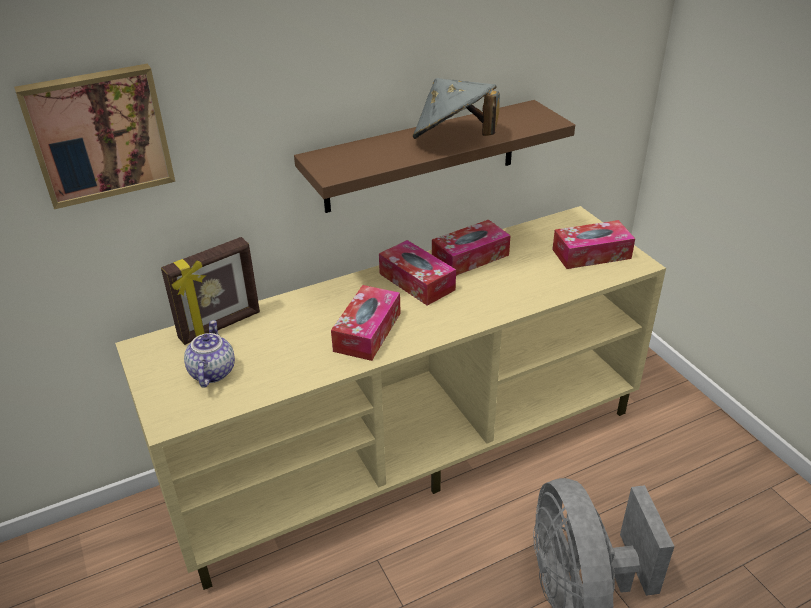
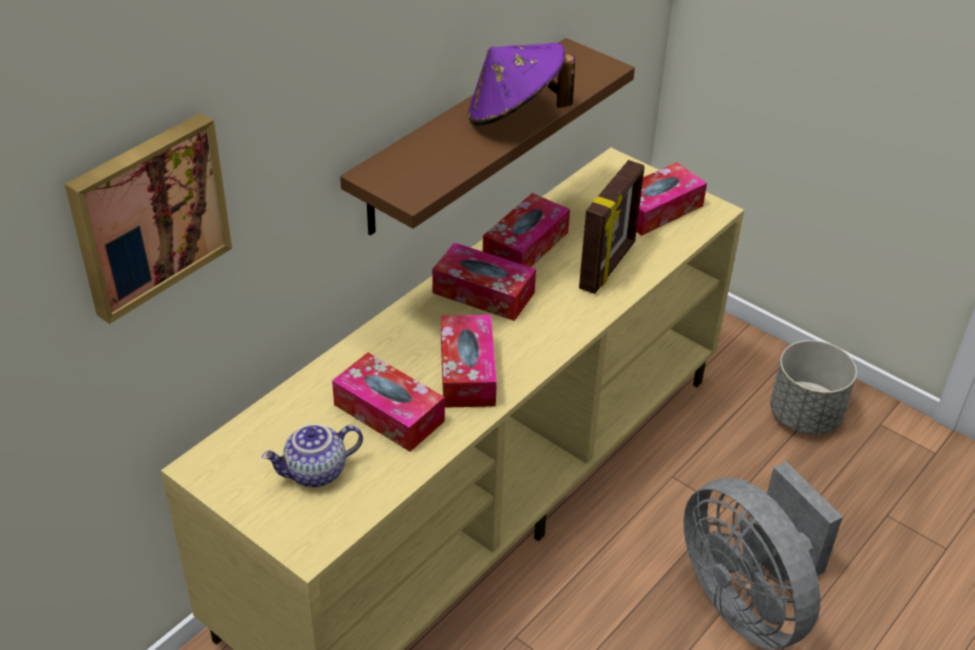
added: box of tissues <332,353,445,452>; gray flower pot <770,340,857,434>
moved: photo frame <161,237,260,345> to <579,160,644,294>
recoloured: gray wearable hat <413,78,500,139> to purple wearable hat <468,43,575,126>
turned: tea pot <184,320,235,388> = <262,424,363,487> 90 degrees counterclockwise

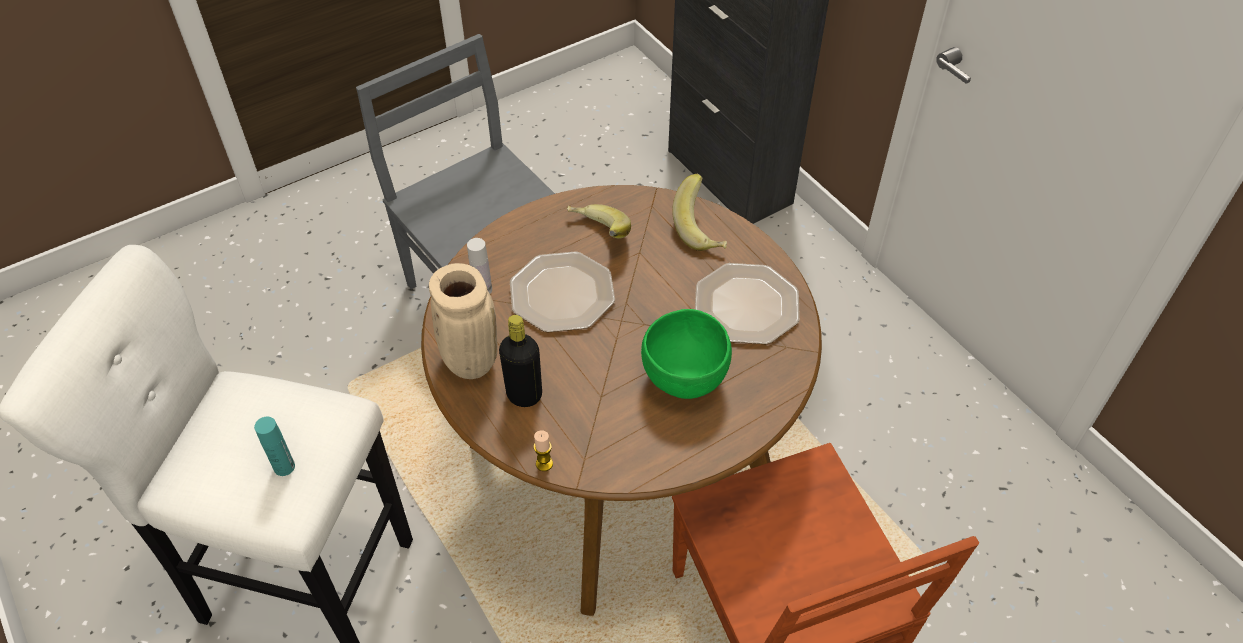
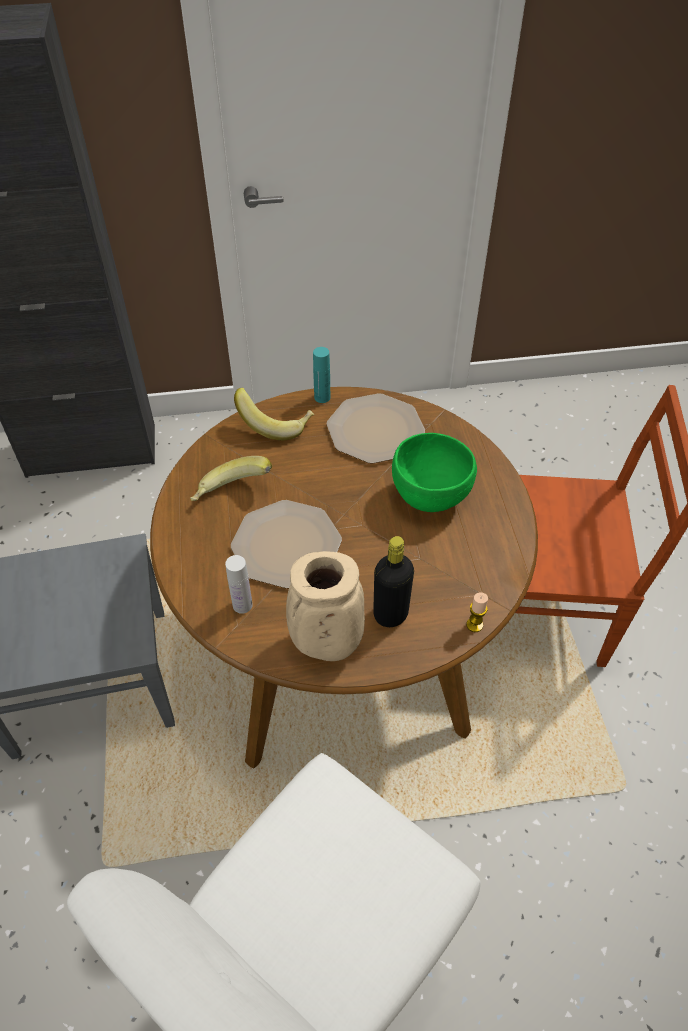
moved: blue-green drink bottle <254,417,295,476> to <313,347,330,403>

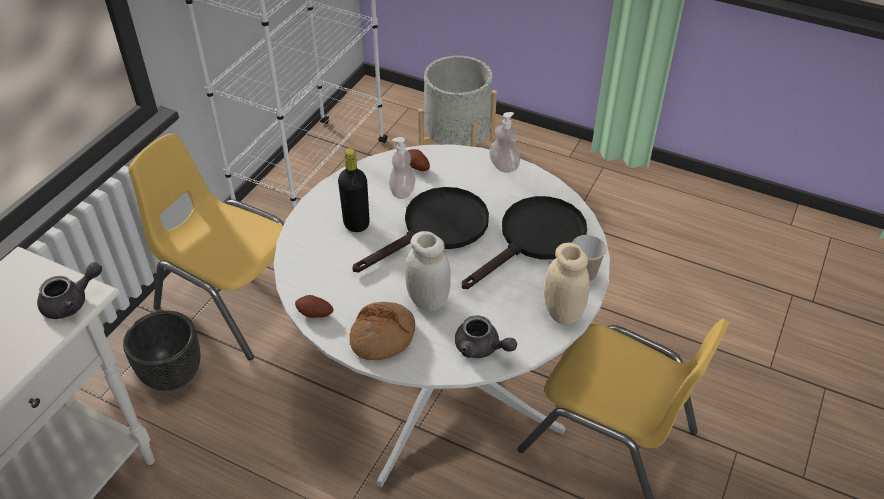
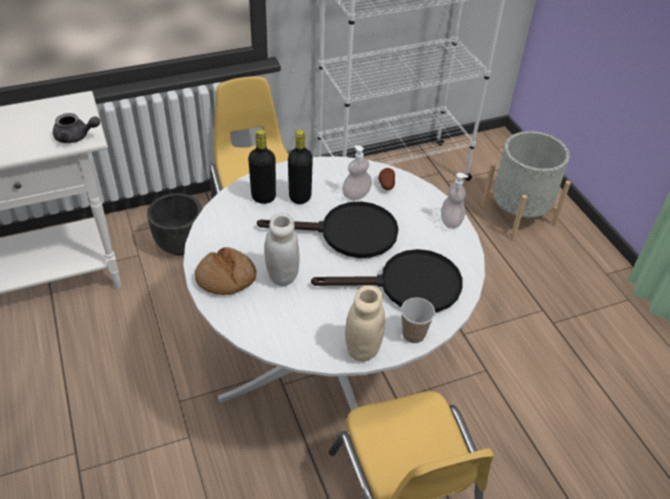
removed: potato <295,295,334,318>; gray tea pot <455,315,517,358>
added: blackish drink bottle <248,129,276,204>

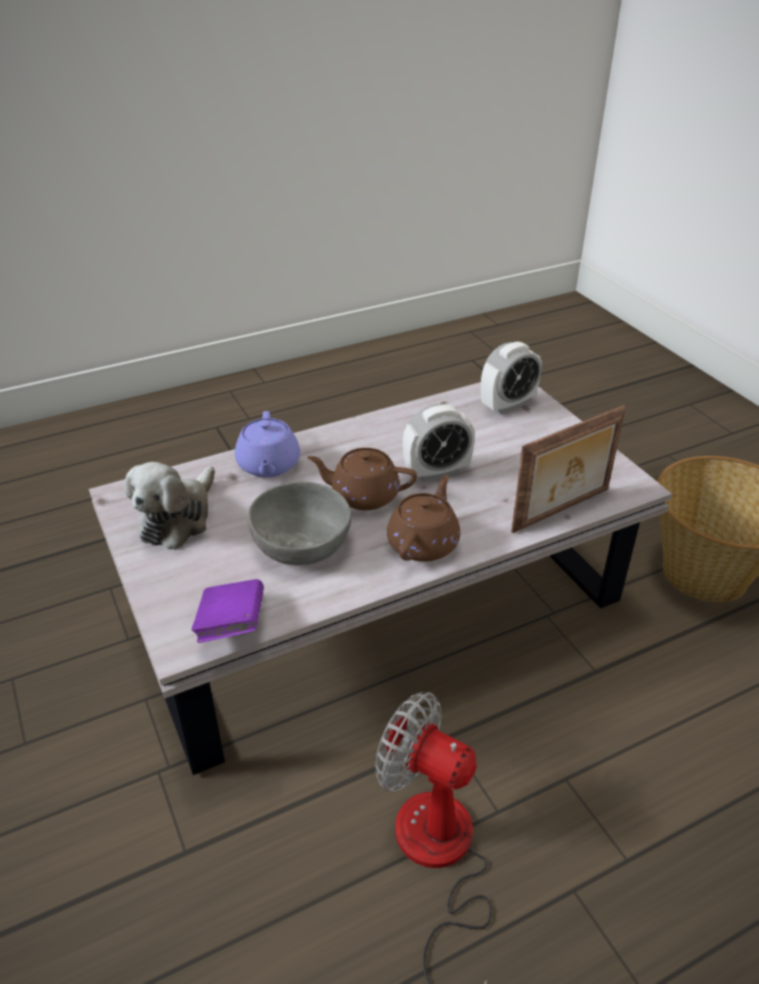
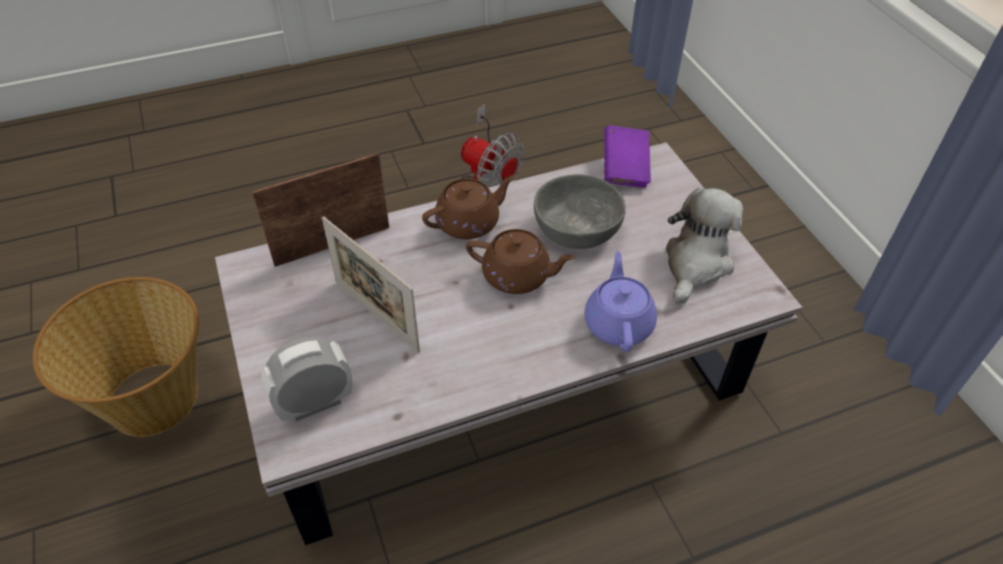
removed: alarm clock <403,404,475,482>
added: photo frame <322,216,420,353>
turned: brownish tea pot <387,475,460,562> = <422,175,515,239> 150 degrees counterclockwise

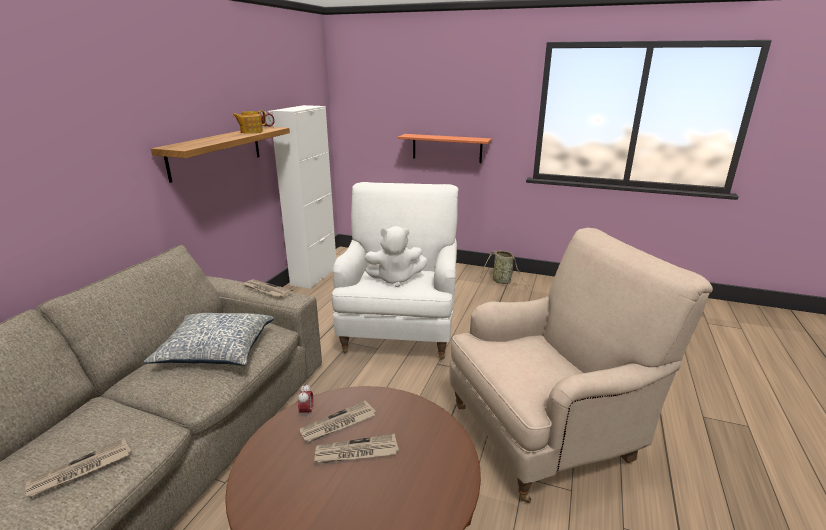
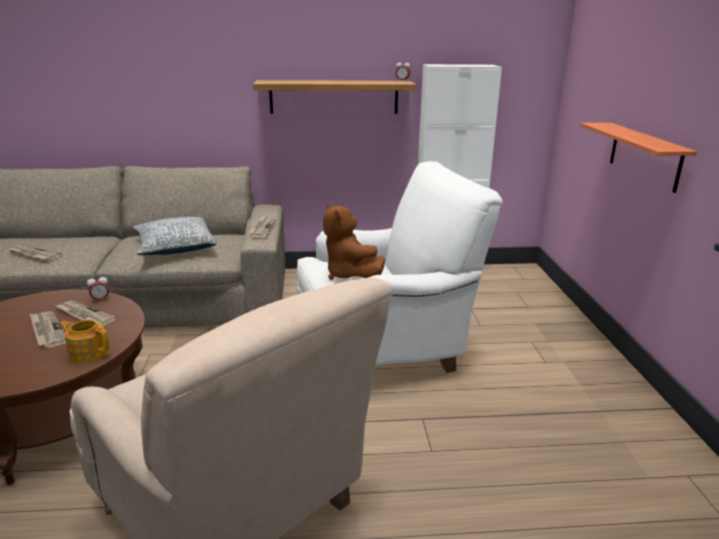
removed: basket <481,251,529,286>
moved: tea pot <232,111,266,134> to <59,320,110,363>
recoloured: white-coloured cuddly toy <365,226,427,287> to brownish cuddly toy <323,203,385,280>

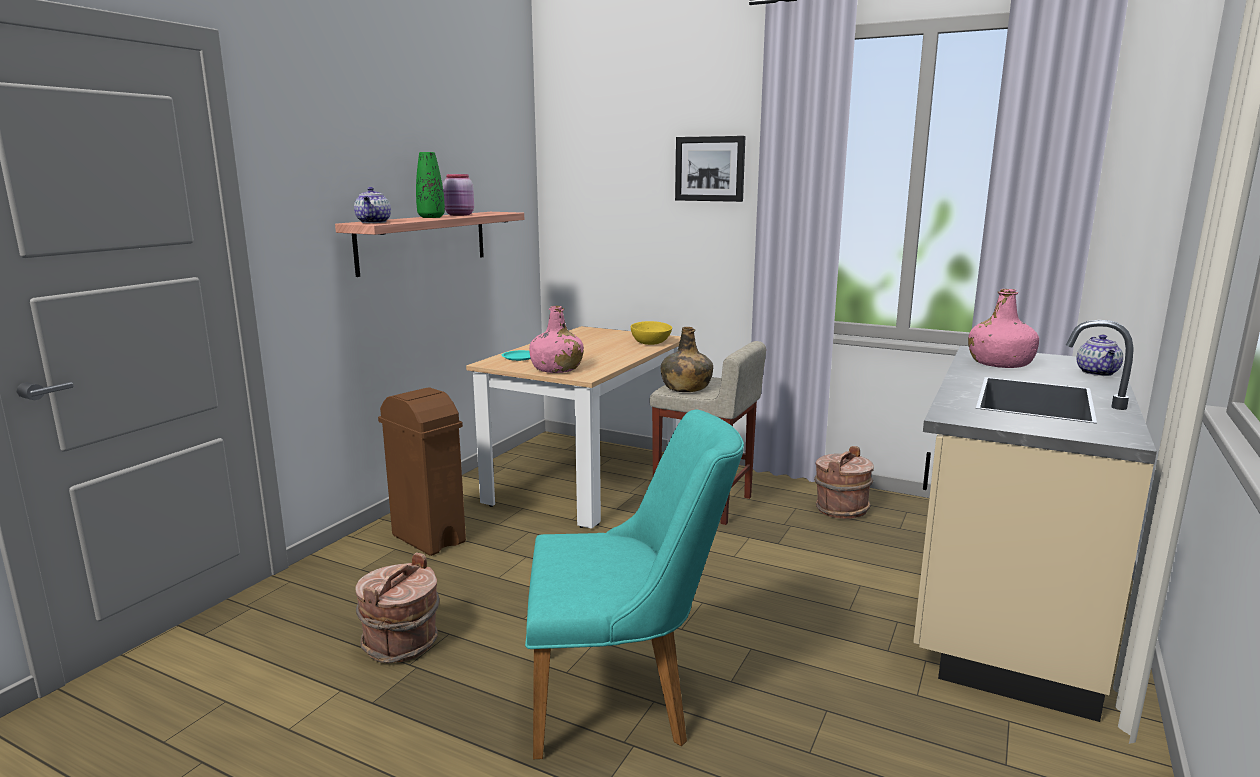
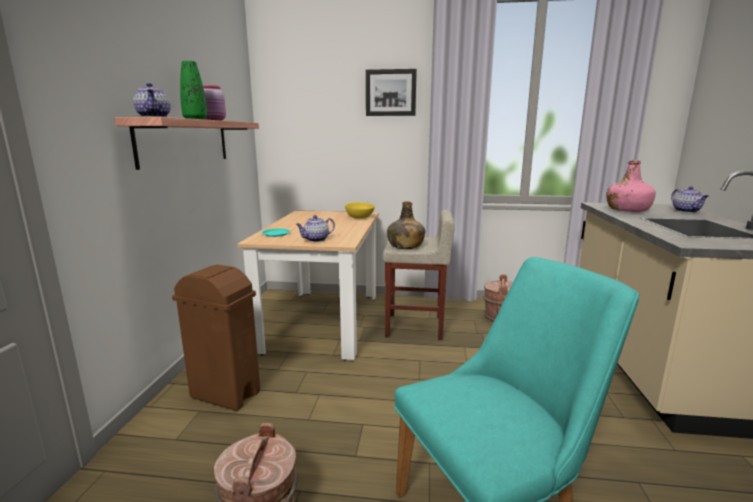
replaced: pink drink bottle <529,306,584,373> to tea pot <296,215,335,242>

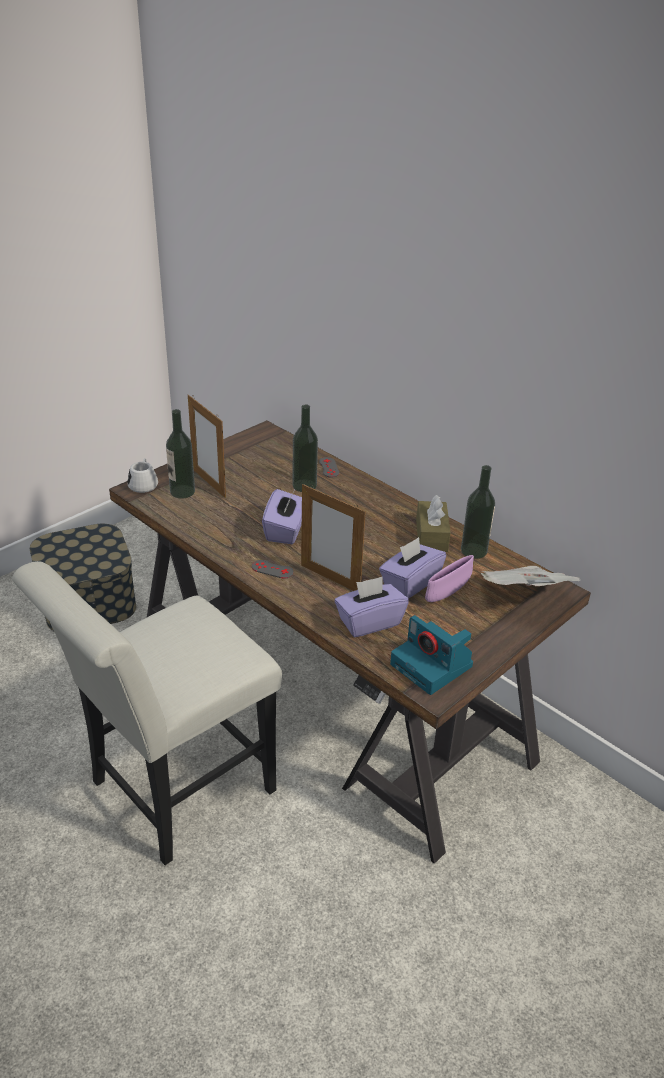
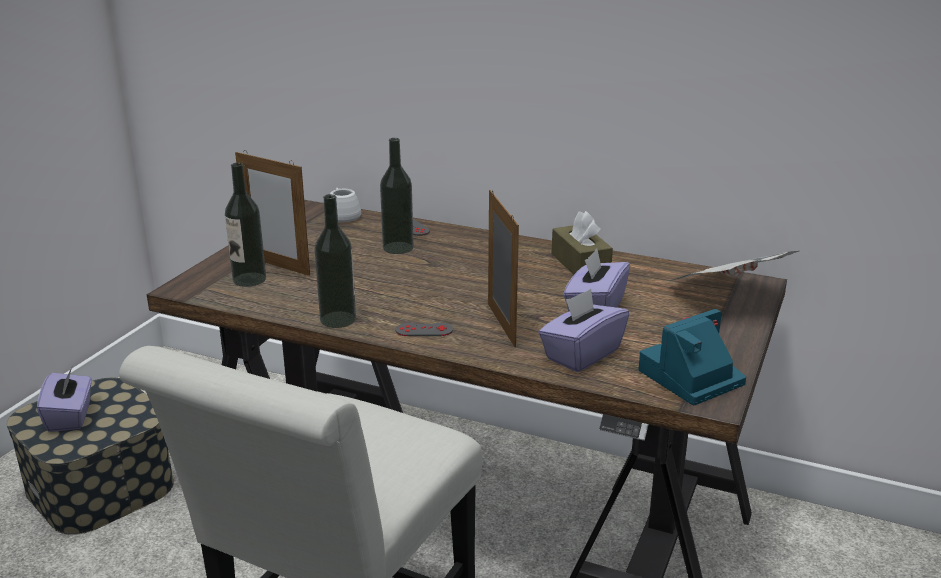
removed: purple serving bowl <425,555,474,602>
moved: purple box of tissues <262,489,302,544> to <37,367,92,432>; drink bottle <461,465,495,559> to <315,194,356,328>; white-coloured mug <128,458,158,493> to <330,188,361,222>
turned: photo frame <301,484,366,591> = <488,190,519,347> 120 degrees counterclockwise; still camera <390,615,473,695> = <638,309,746,405> 120 degrees clockwise

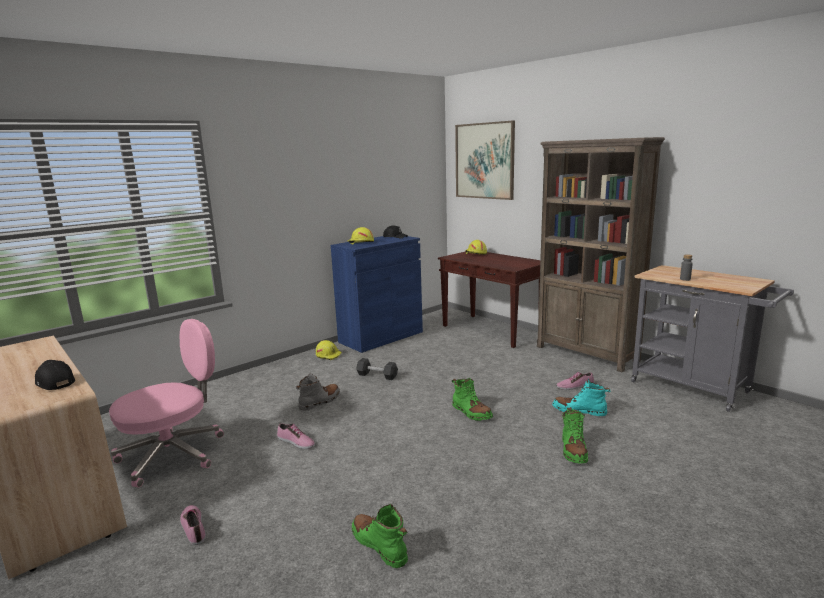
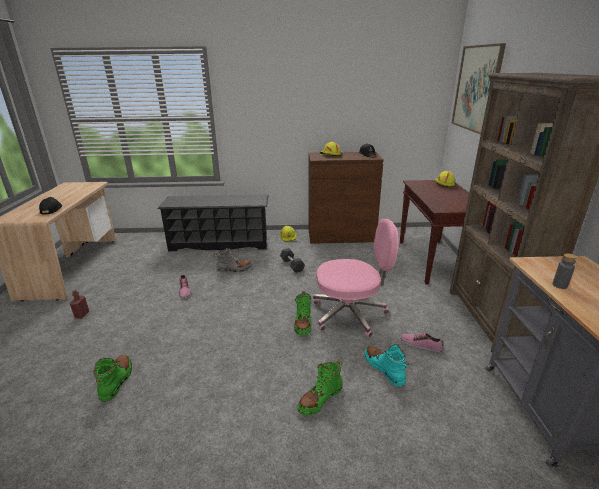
added: blackish shoe shelf <157,194,269,252>
moved: pink desk chair <109,319,224,487> to <313,219,399,337>
replaced: low shoe <180,505,206,545> to red-coloured drink bottle <70,290,89,319>
recoloured: blue-coloured cabinet <331,236,423,353> to brownish cabinet <309,152,384,244>

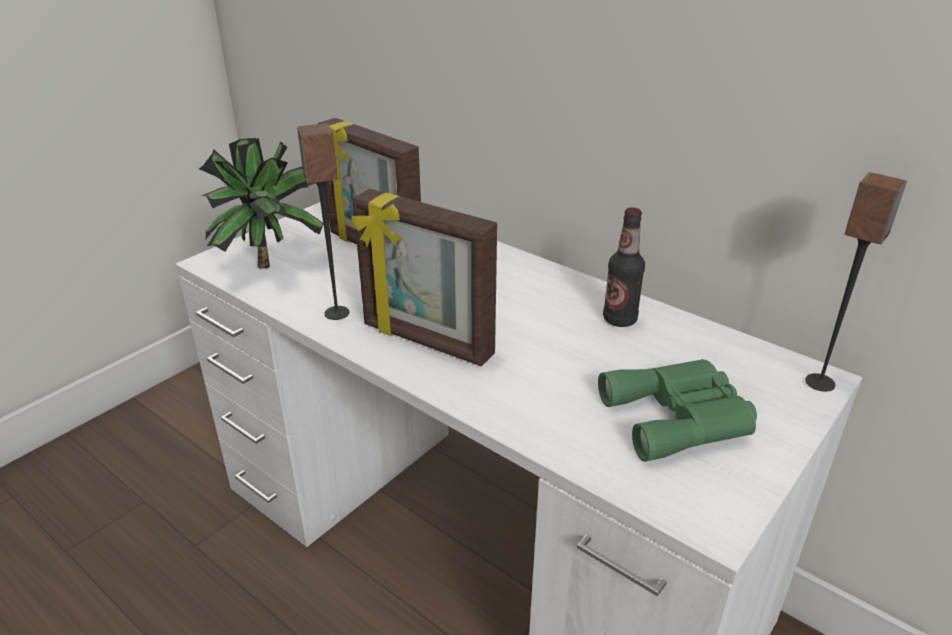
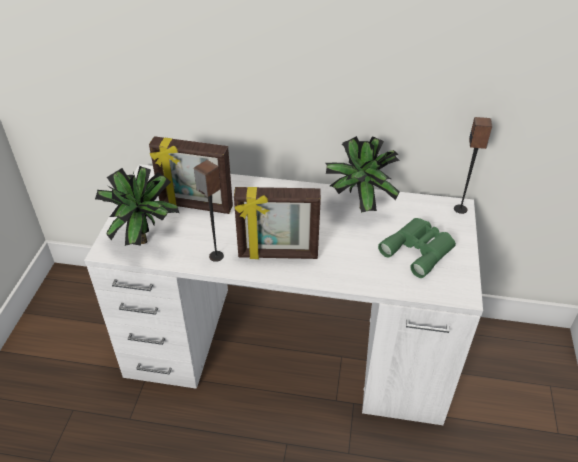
replaced: drink bottle <603,207,645,327> to houseplant <326,136,400,213>

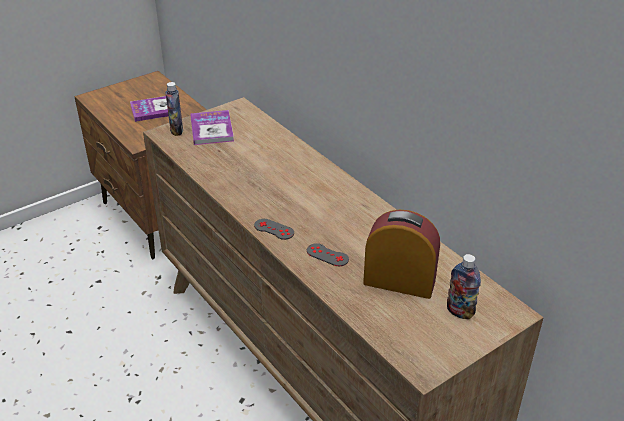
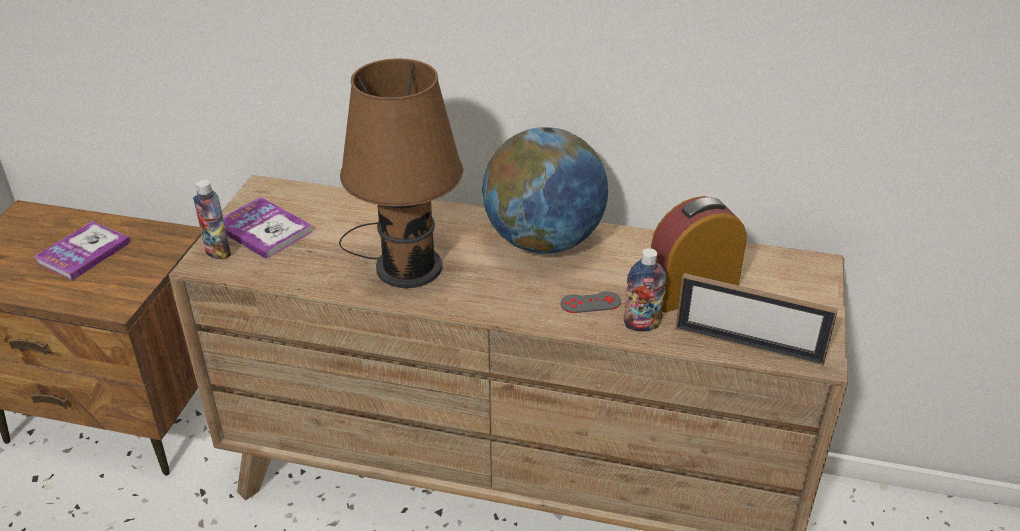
removed: gray joypad <254,219,294,240>
added: brownish lamp for a table <339,59,463,288>; globe <482,127,608,254>; photo frame <675,273,838,366>
moved: drink bottle <447,254,481,320> to <623,248,667,332>

